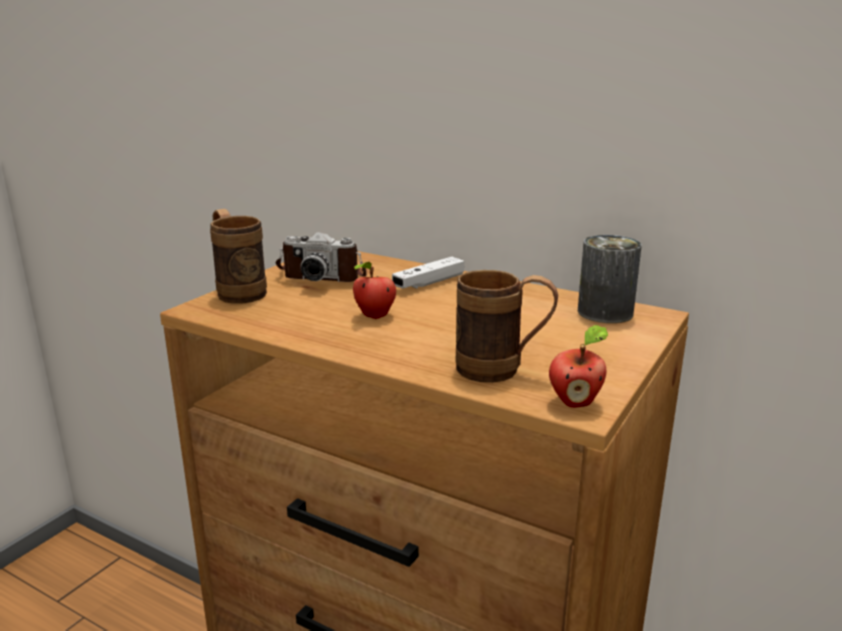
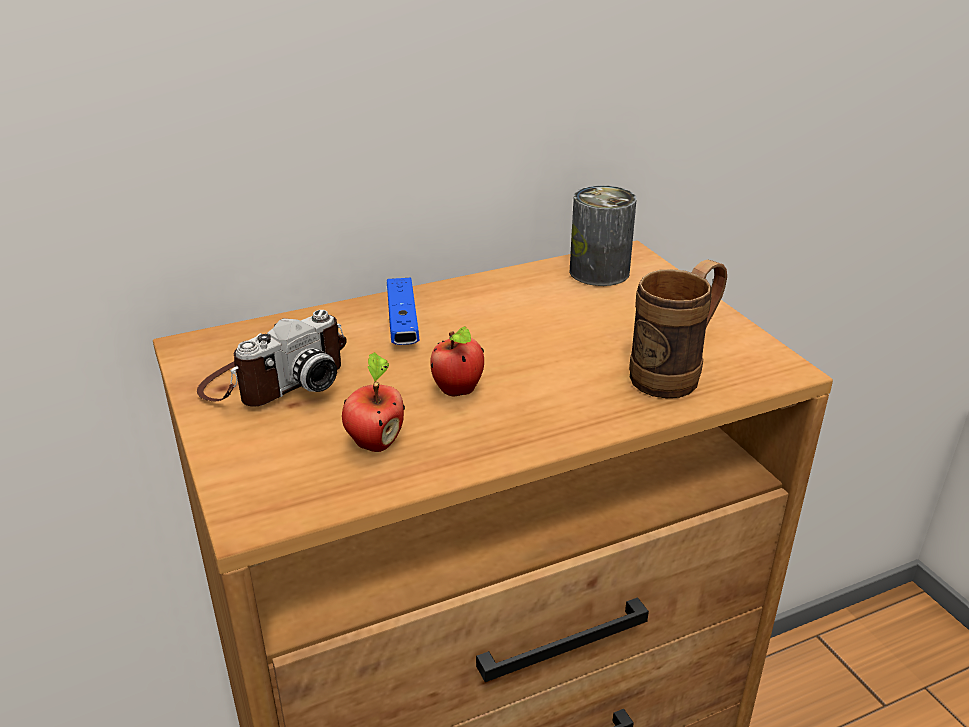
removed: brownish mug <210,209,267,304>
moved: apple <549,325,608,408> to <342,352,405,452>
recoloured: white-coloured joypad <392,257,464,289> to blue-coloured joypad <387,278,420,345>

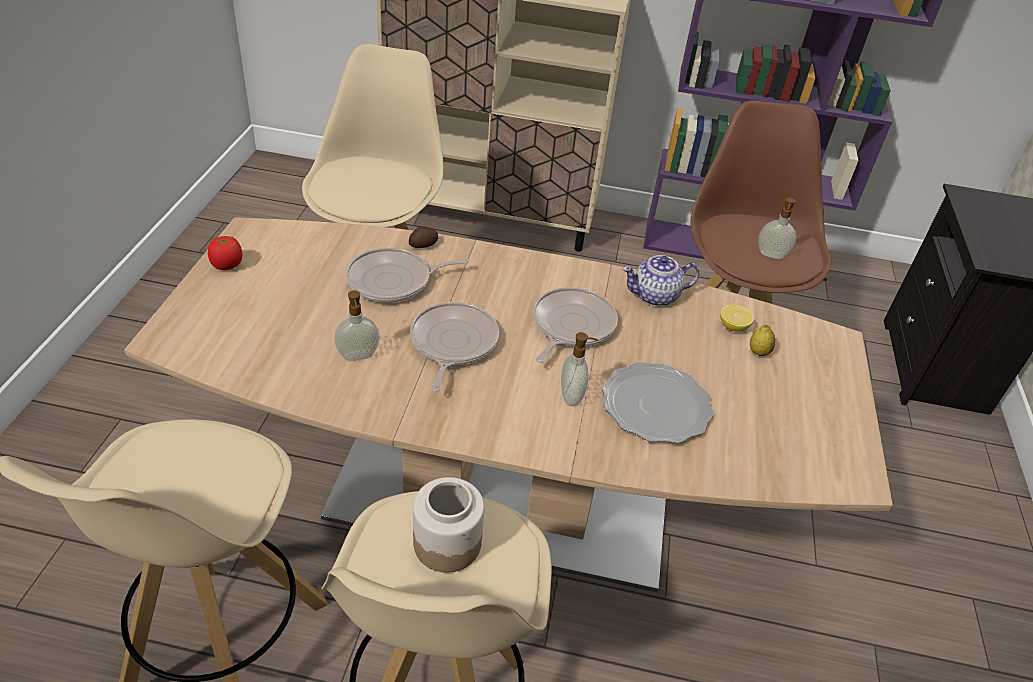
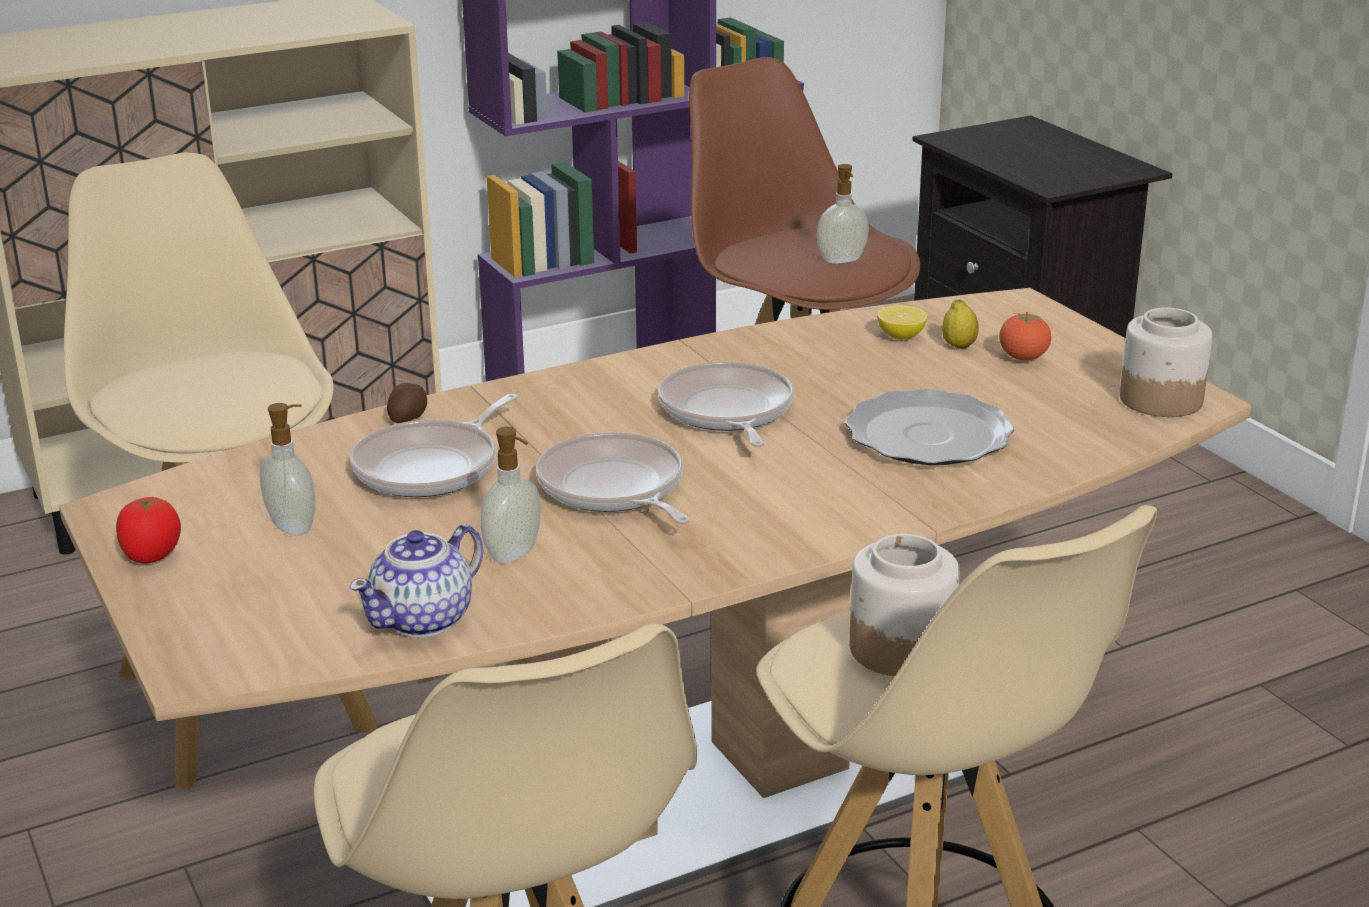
added: tomato <999,312,1051,360>; jar <1120,308,1212,417>
moved: liquid soap bottle <561,332,598,406> to <260,403,316,535>; tea pot <622,255,700,307> to <349,524,484,637>

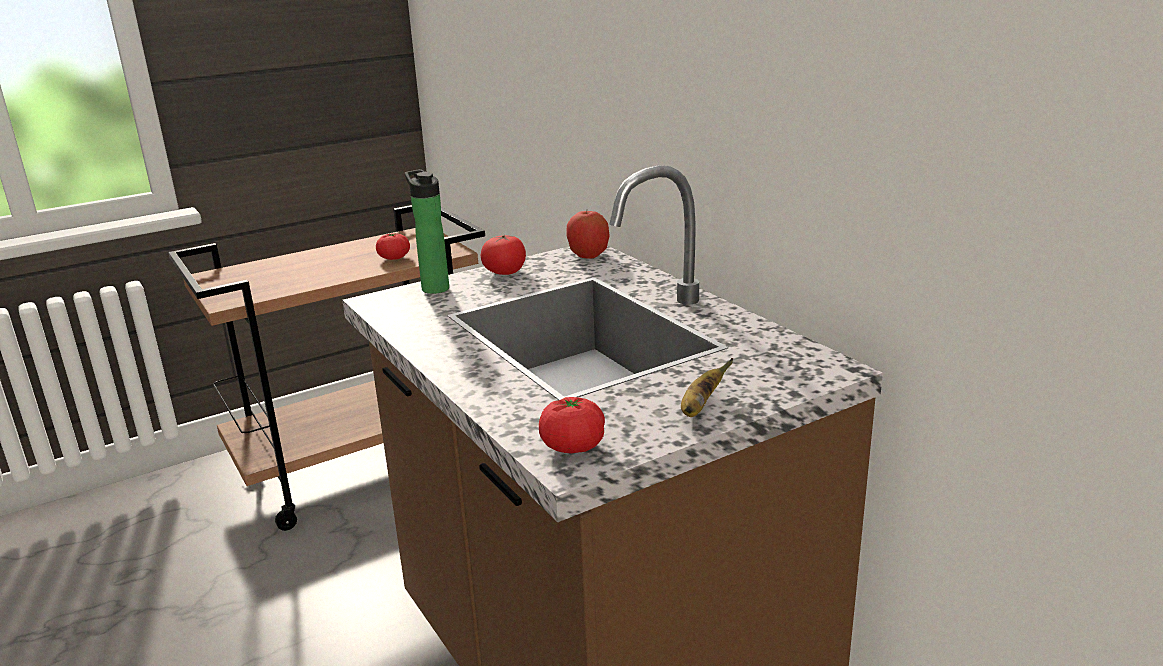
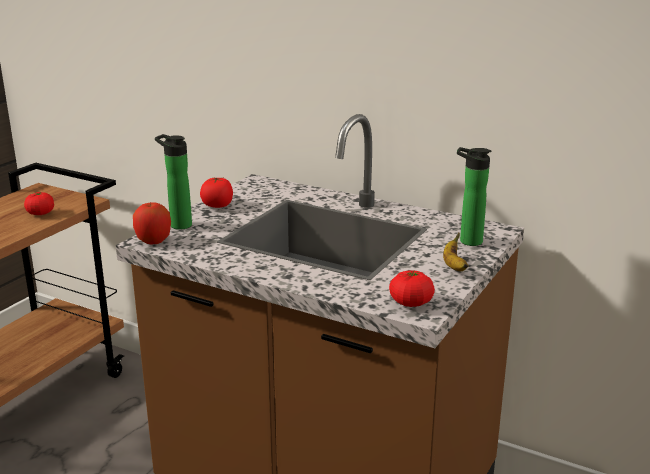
added: drink bottle <457,147,491,246>
moved: apple <566,211,610,259> to <133,202,171,244>

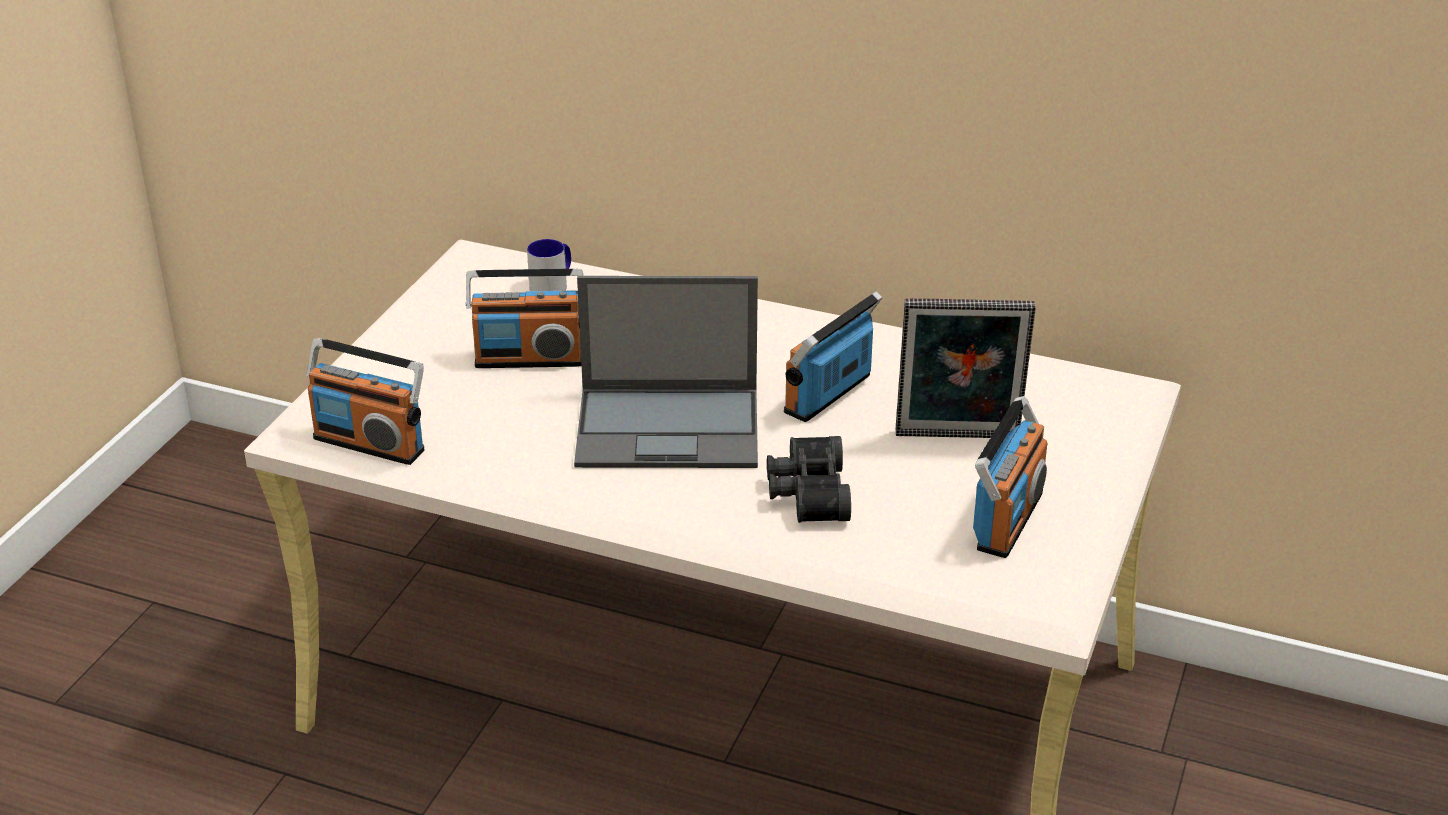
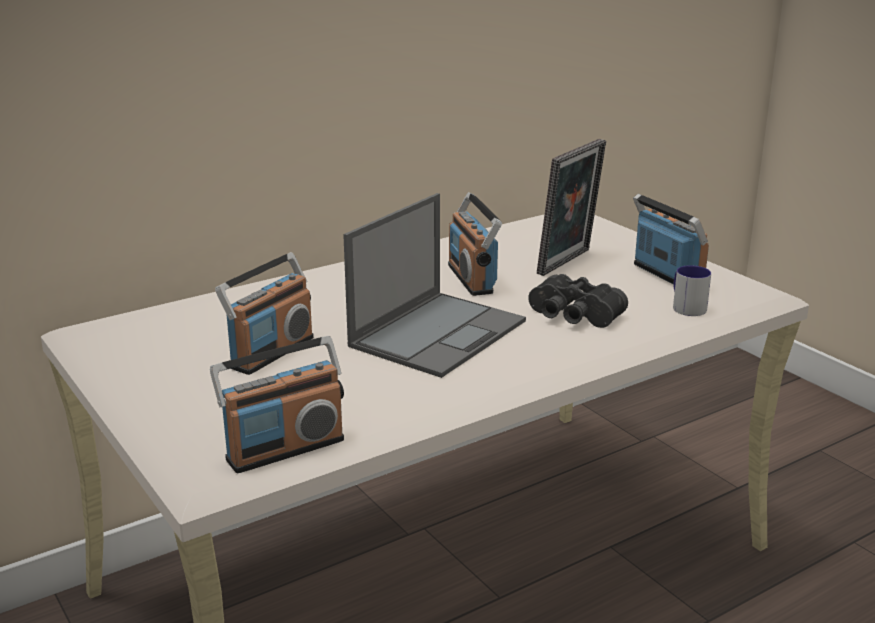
moved: mug <527,239,571,291> to <673,265,711,316>

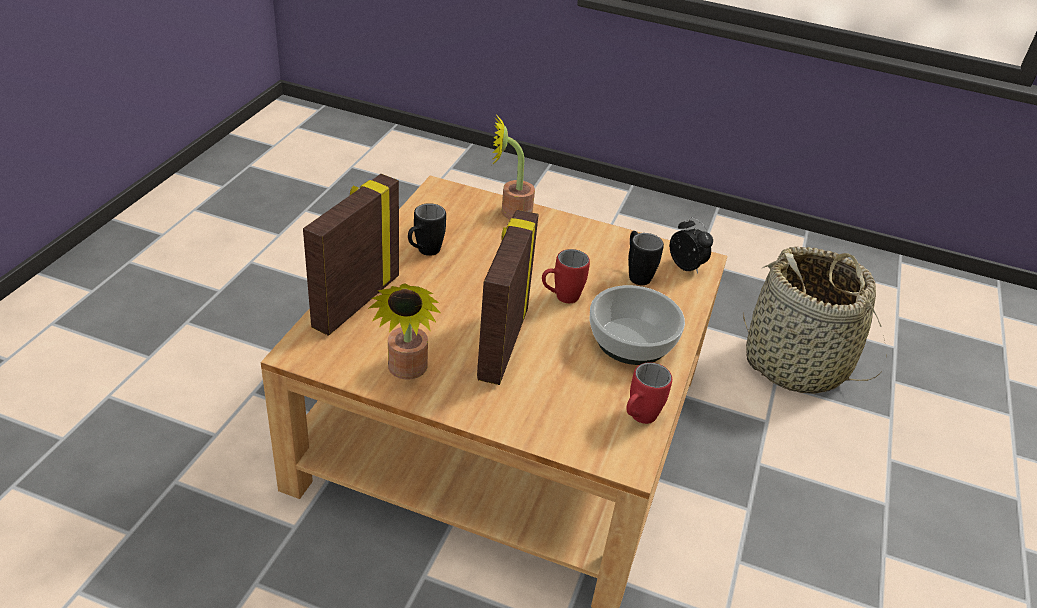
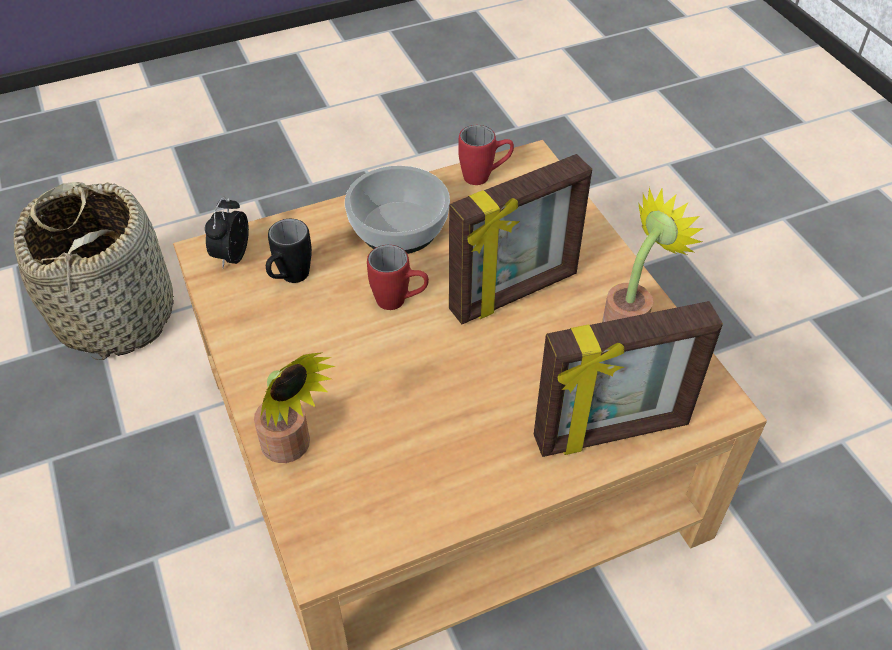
removed: blackish mug <408,203,446,256>

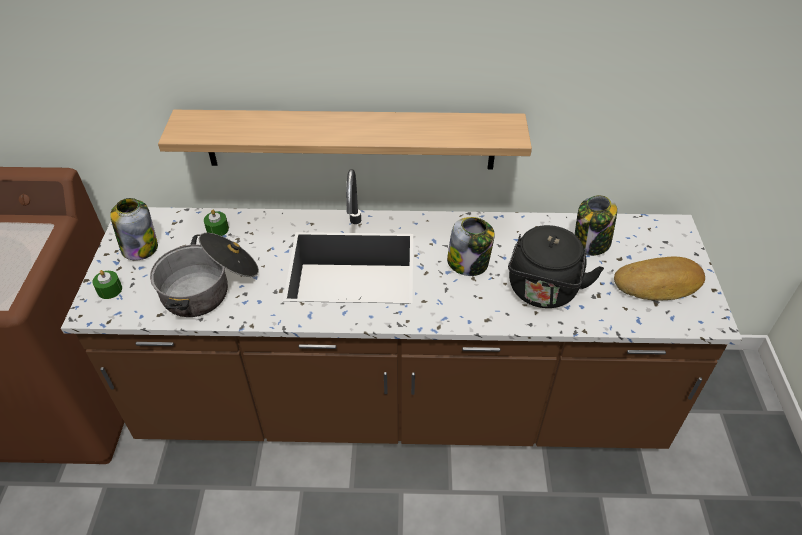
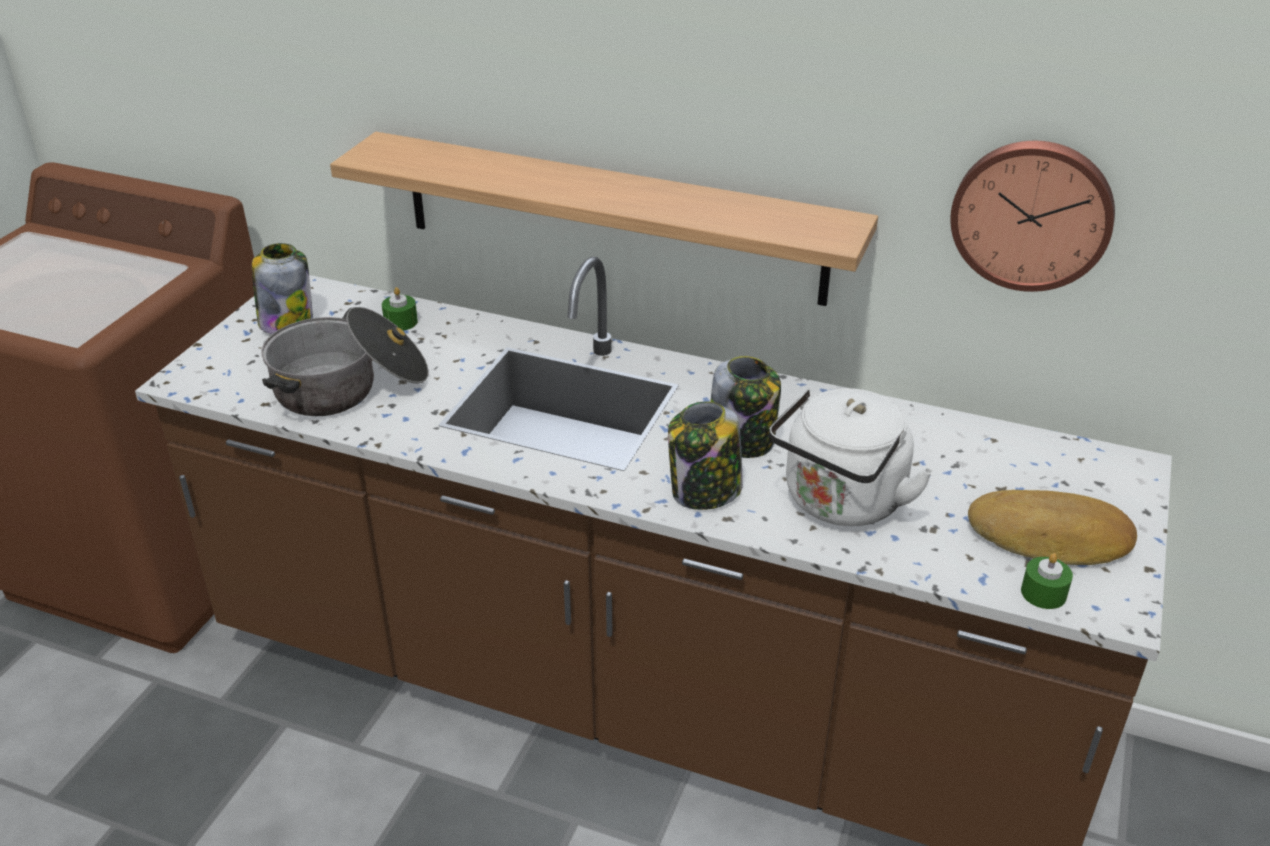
added: clock on the wall <950,141,1115,292>
moved: jar <575,195,617,256> to <668,401,743,510>; green candle <92,270,122,299> to <1021,553,1073,609>
recoloured: blackish water kettle <508,225,604,308> to white-coloured water kettle <769,388,934,526>

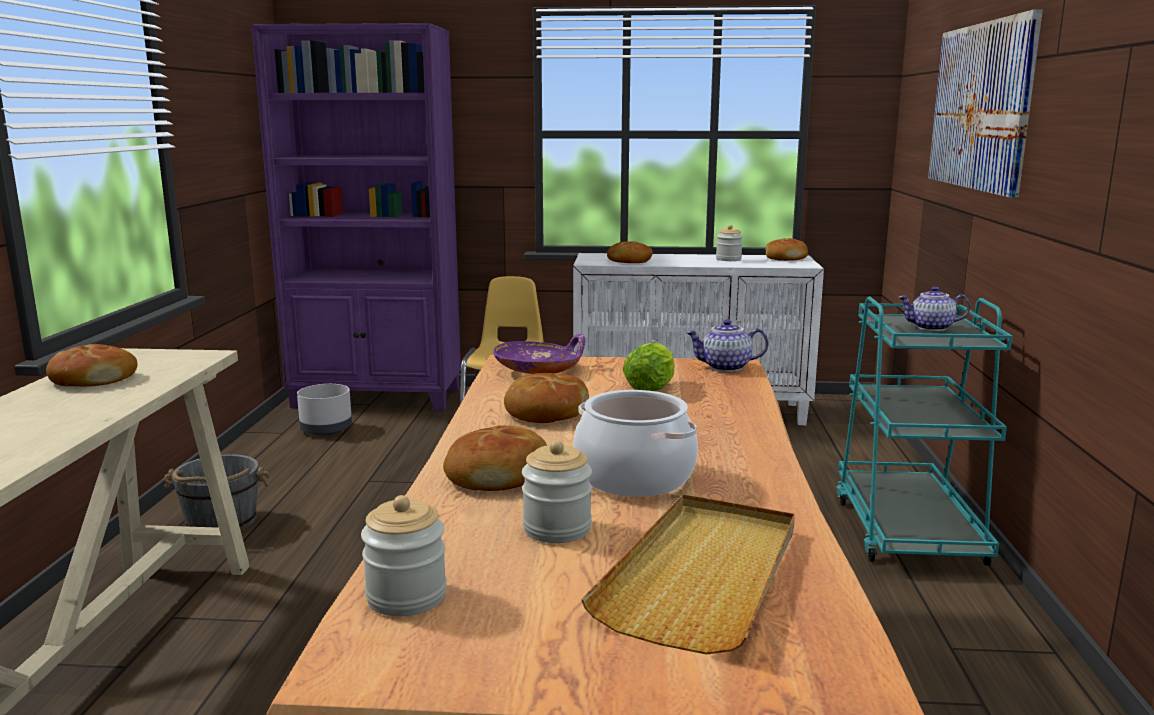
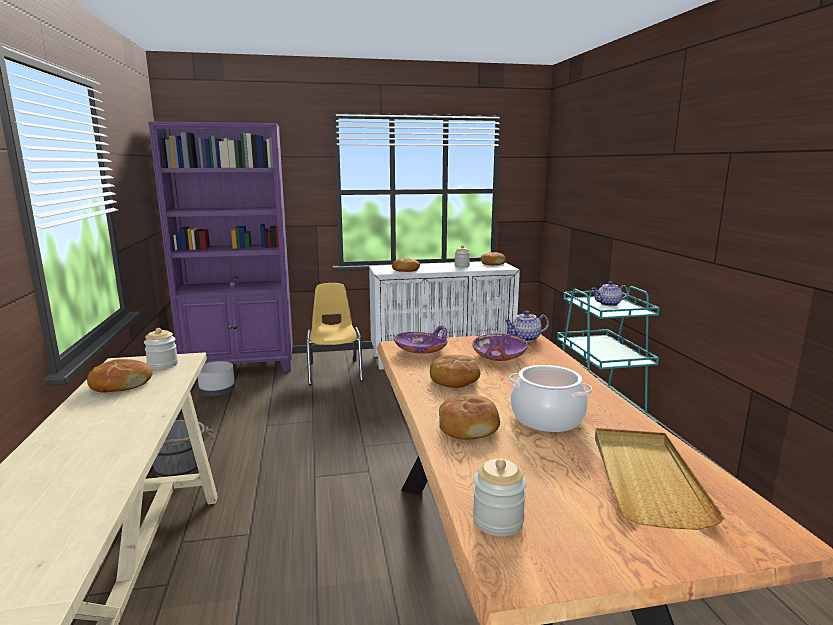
removed: wall art <928,9,1043,198>
moved: jar <522,440,592,543> to <144,328,178,370>
replaced: lettuce <623,343,675,391> to purple serving bowl <472,334,528,361>

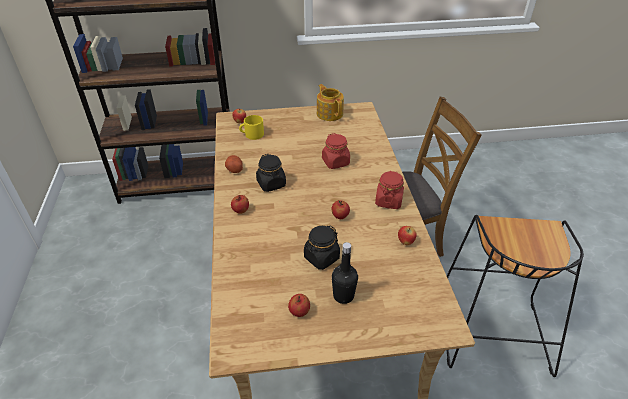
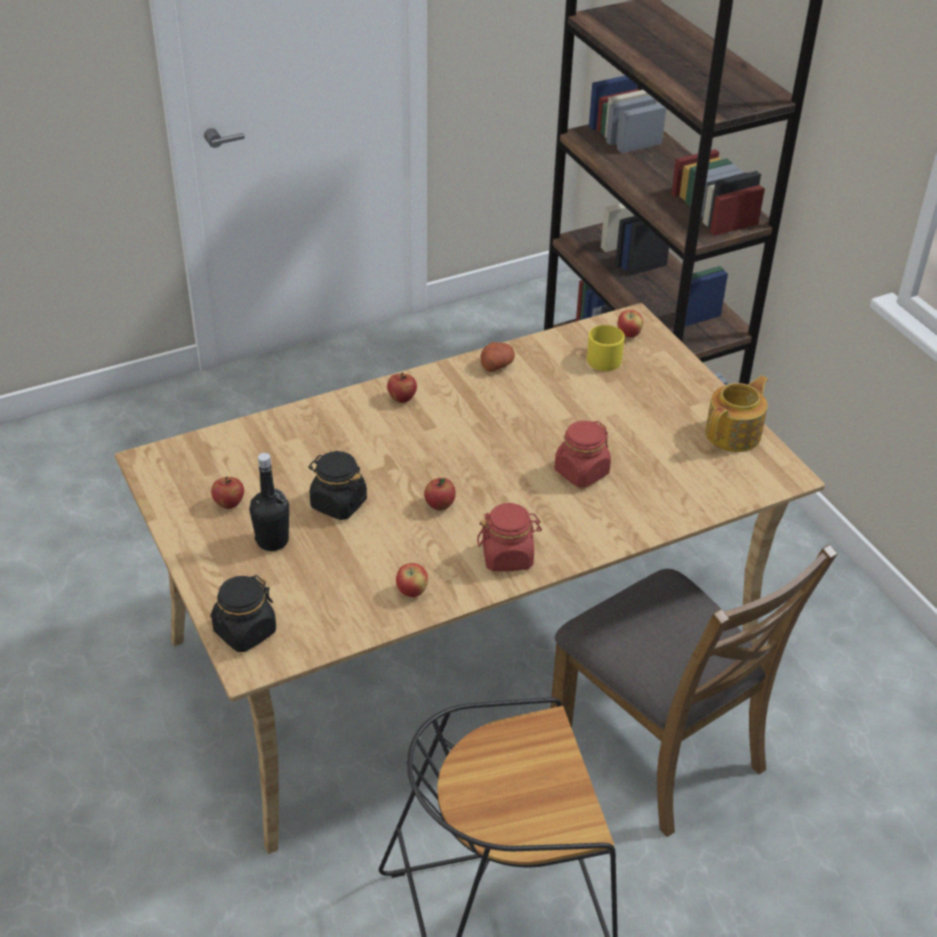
moved: blackish jar <256,154,286,192> to <210,575,276,652>

